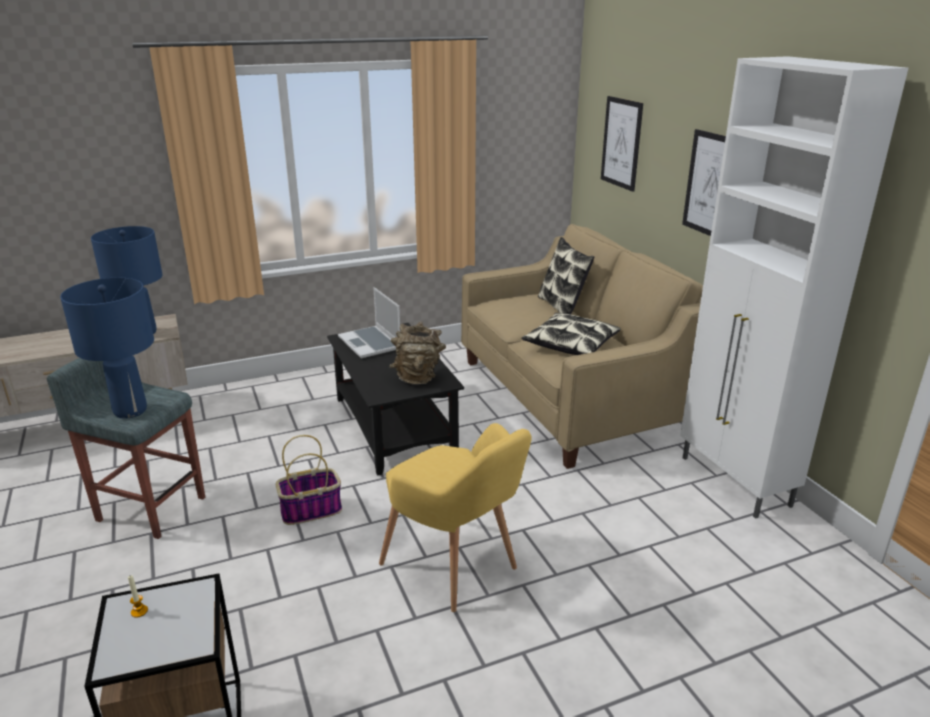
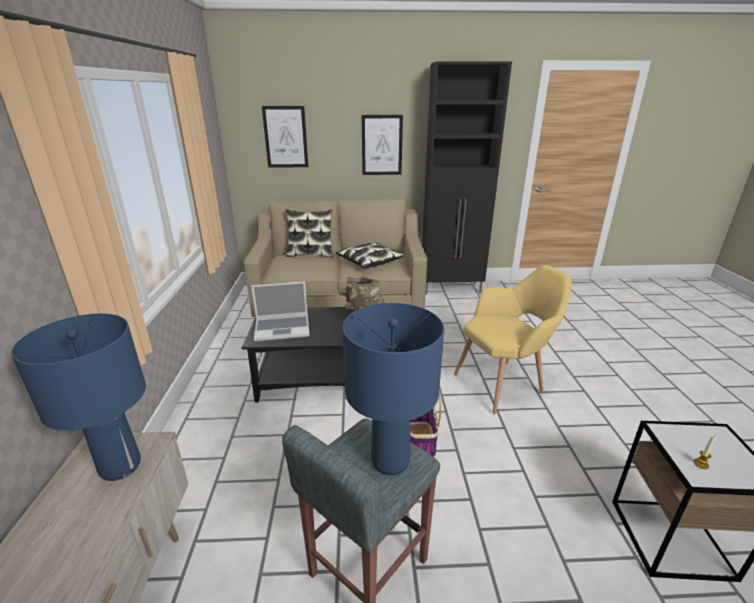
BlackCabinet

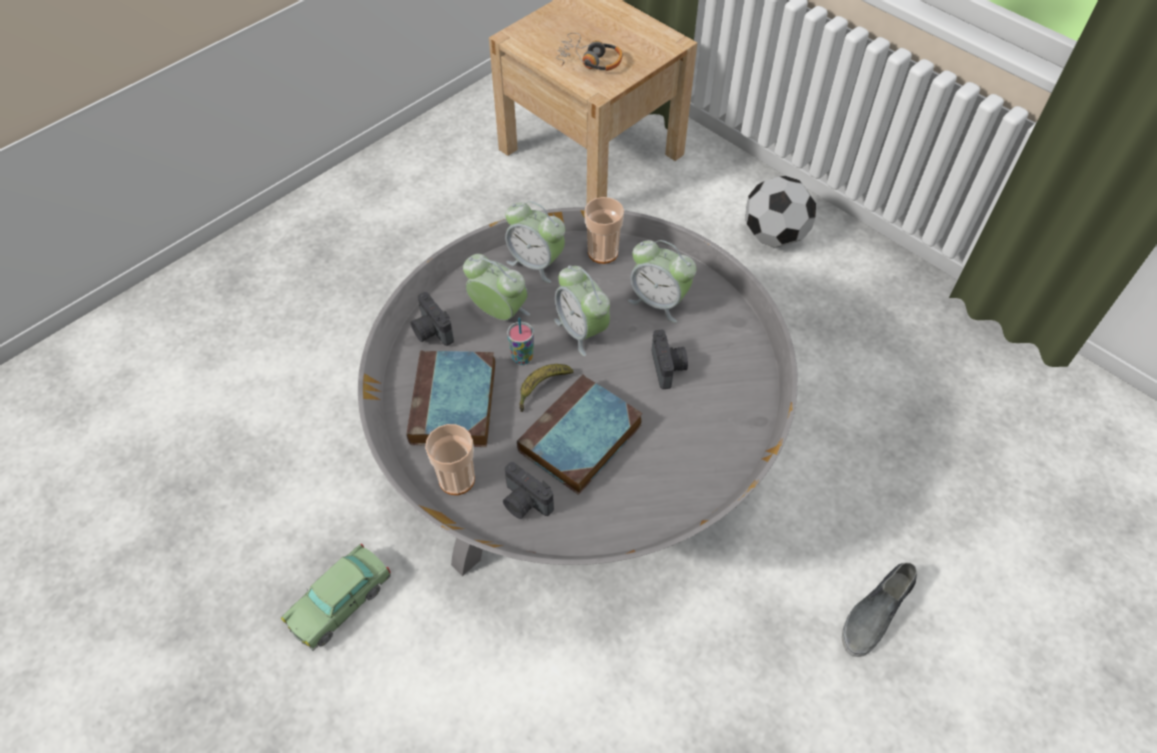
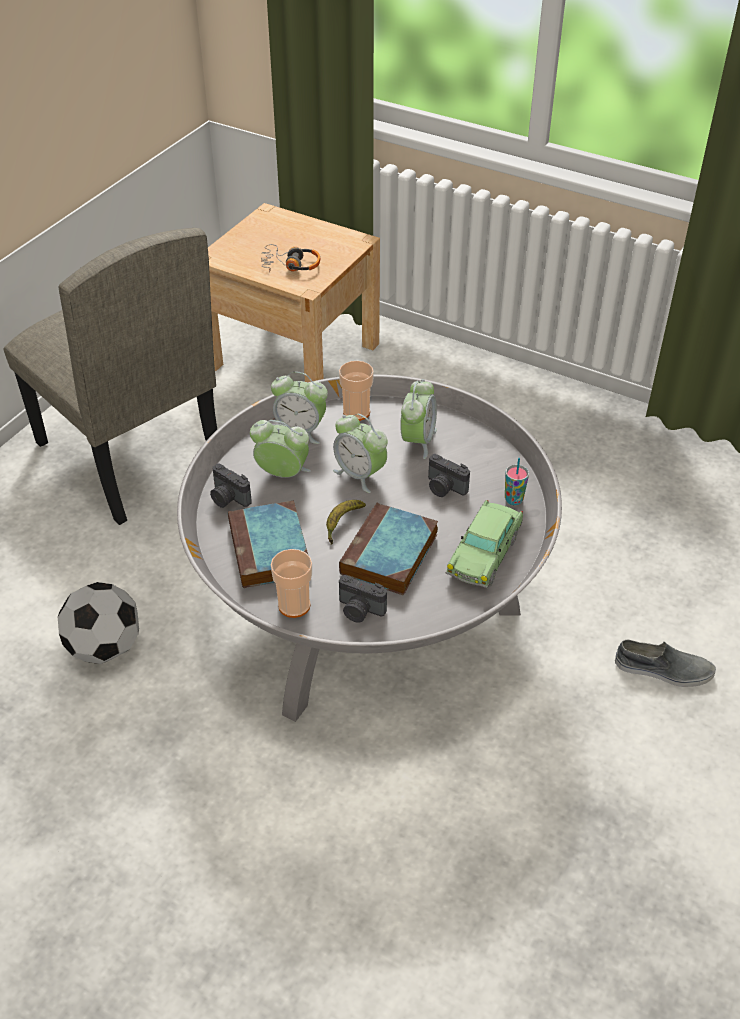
BeigeChair; ToyCar; Cup (no. 3 from left); Football; AlarmClock (no. 4 from left); PhotoCamera (no. 3 from left); GreyShoe

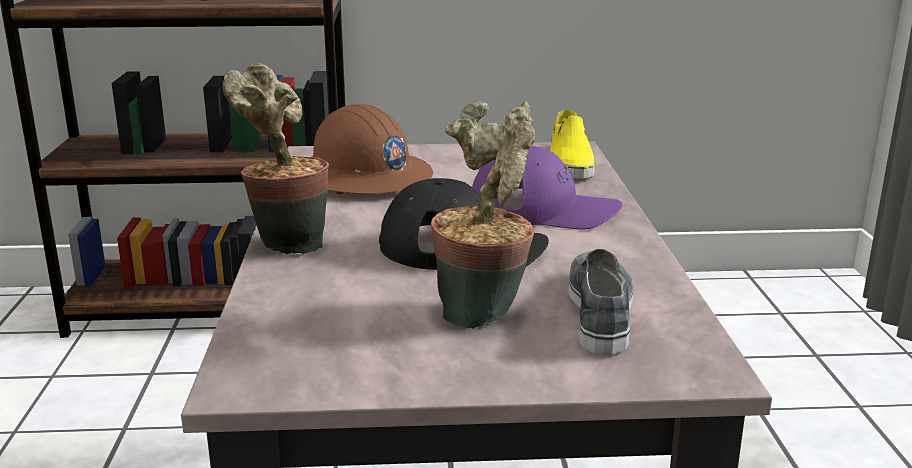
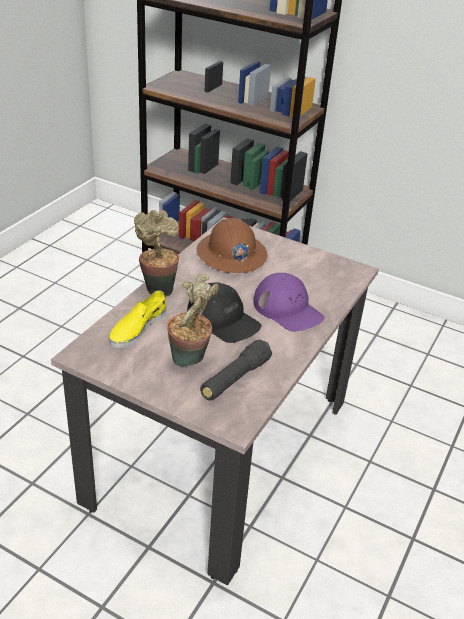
YellowShoe; BlackFlashlight

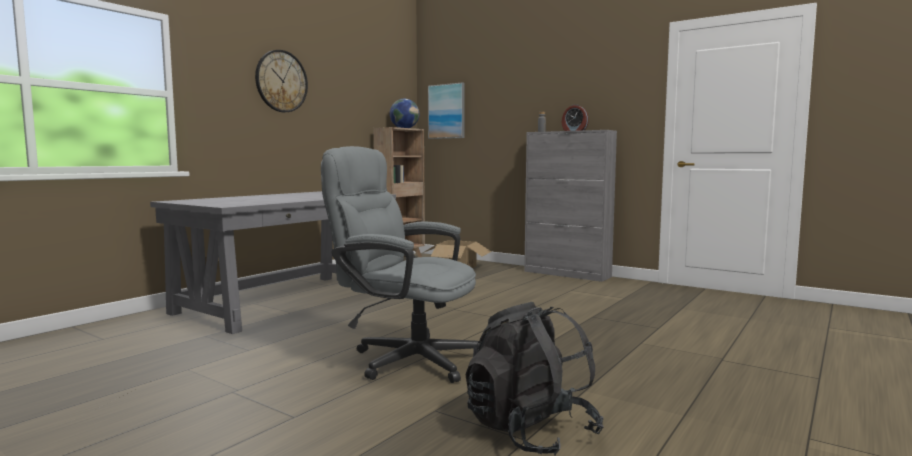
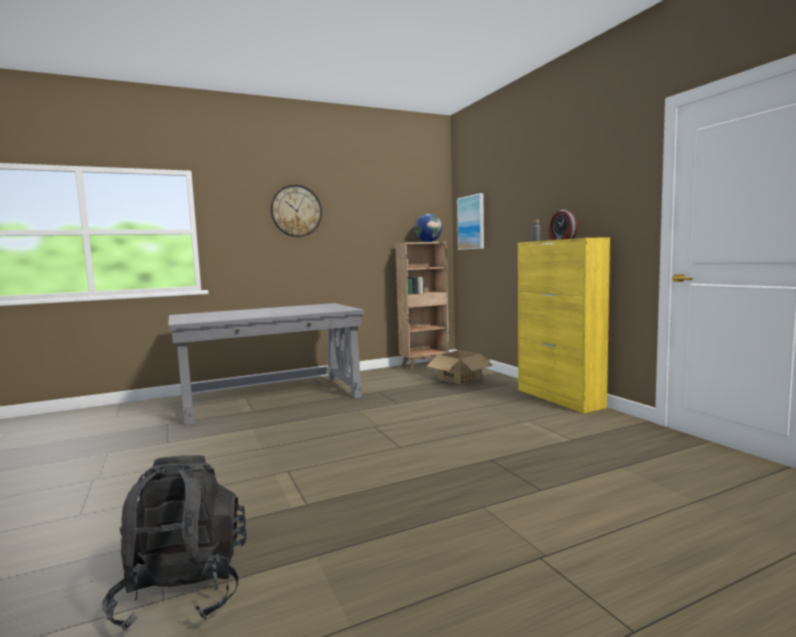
GreyOfficeChair; YellowCabinet

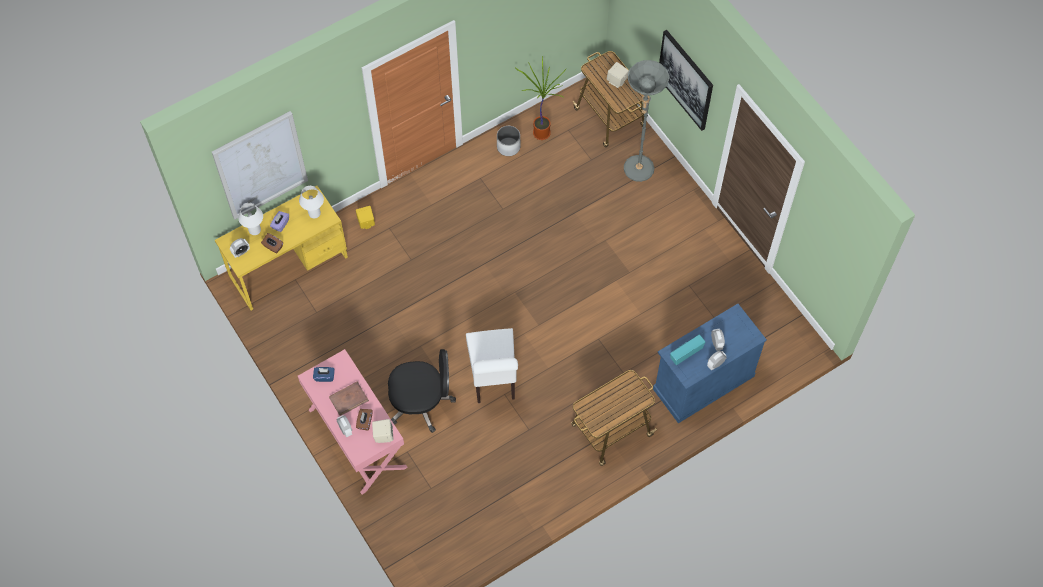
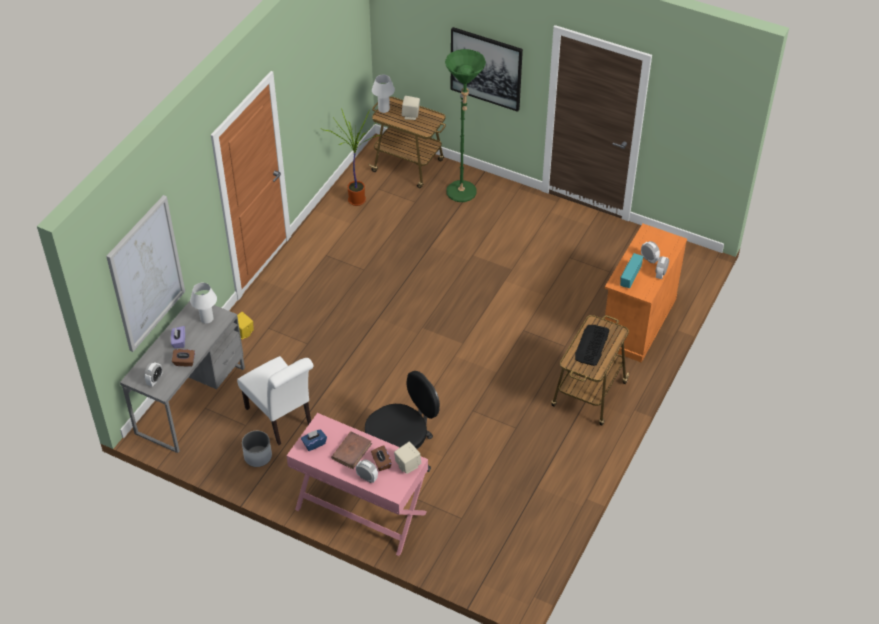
Keyboard; WhiteTableLamp (no. 2 from left); WhiteChair; WhitePlanter; GreyDesk; GreenFloorLamp; OrangeCabinet

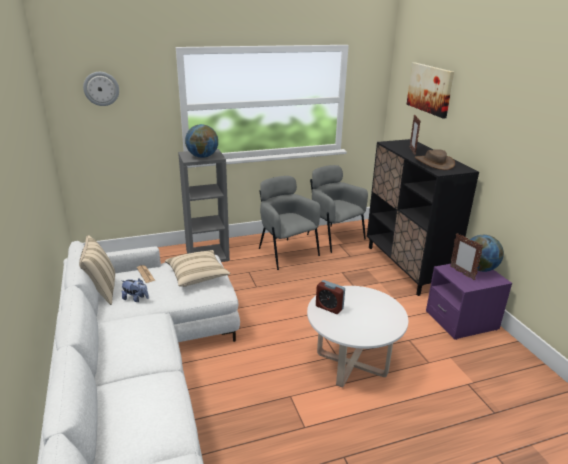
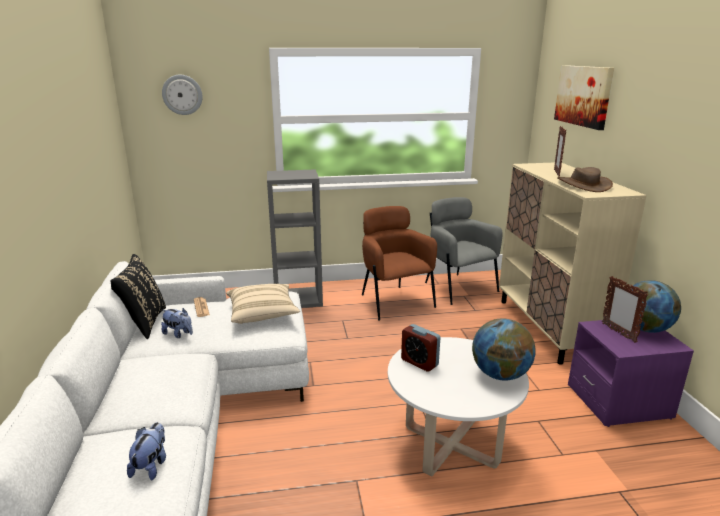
PlushToy (no. 1 from left); Globe (no. 1 from left); BlackPillow; BrownArmchair; BeigeCabinet

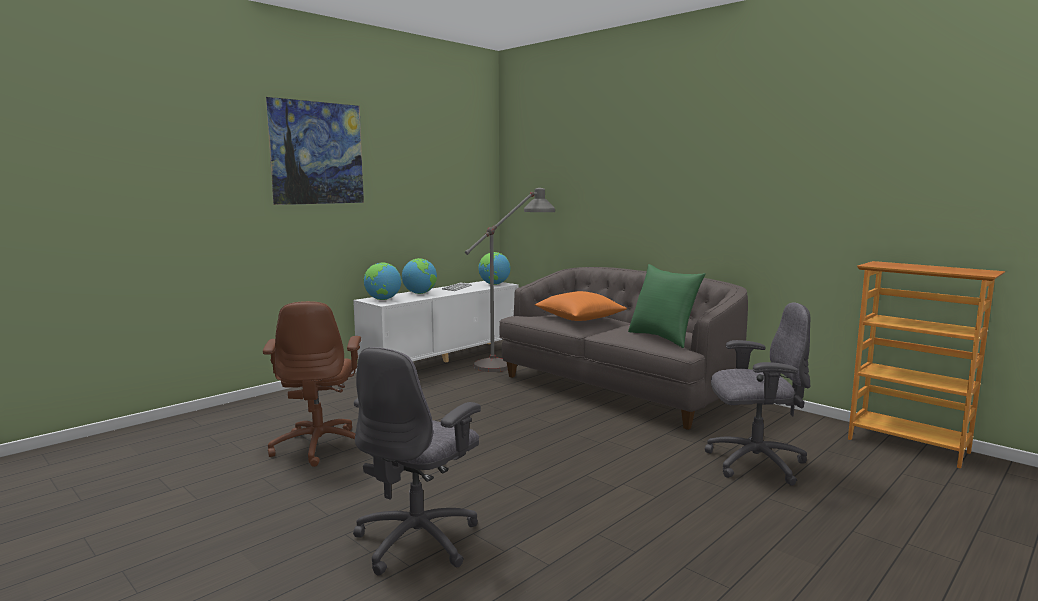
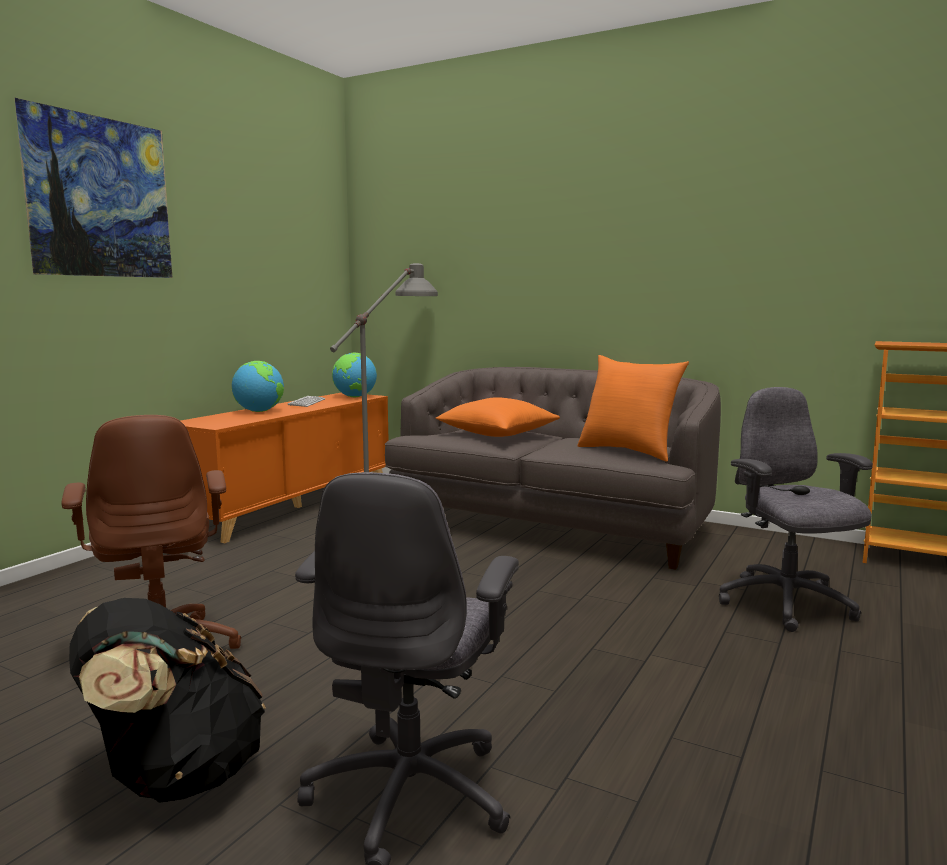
Globe (no. 1 from left in the first image); BlackBackpack; OrangeCabinet; OrangePillow (no. 2 from left); GreyOfficeChair (no. 2 from left)

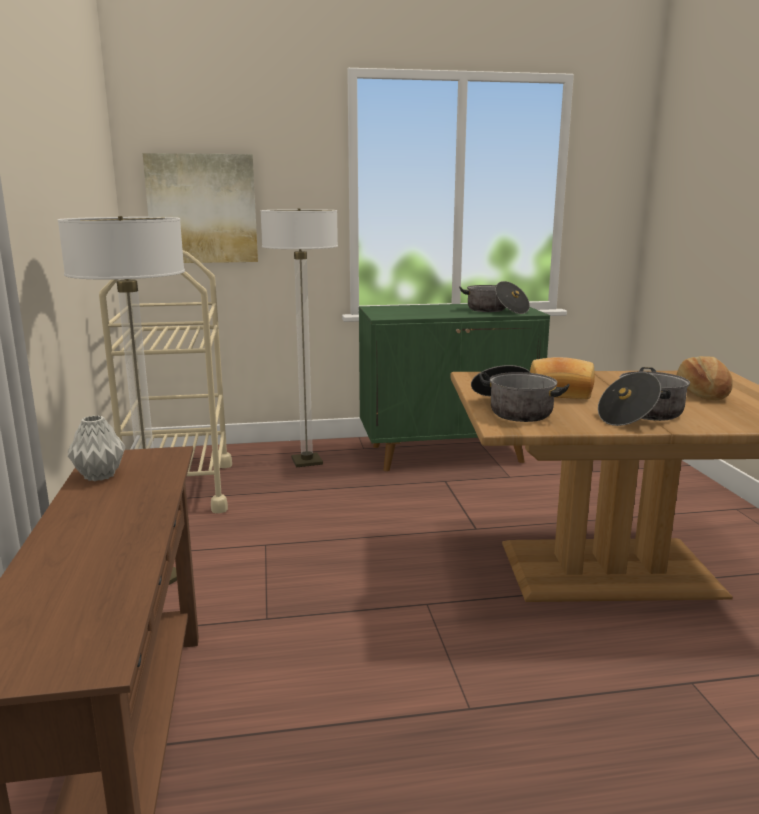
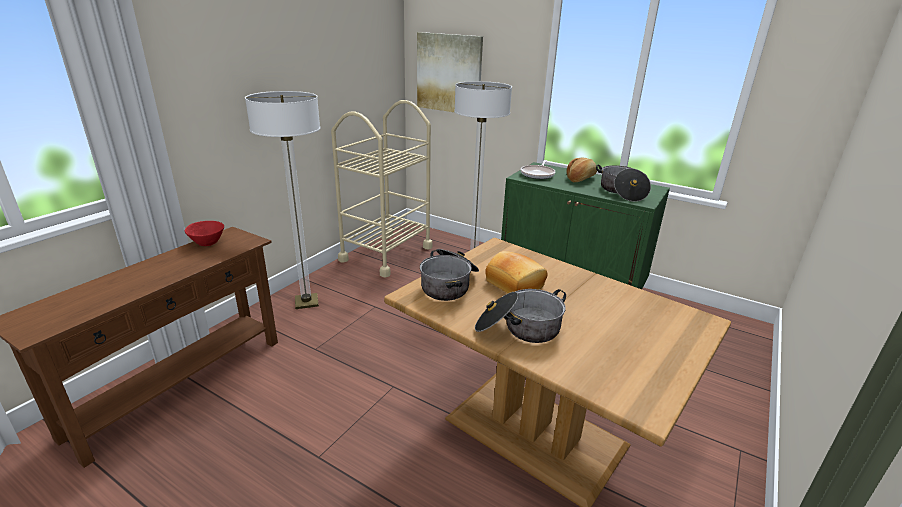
FryingPan; Bread (no. 2 from left); RedBowl

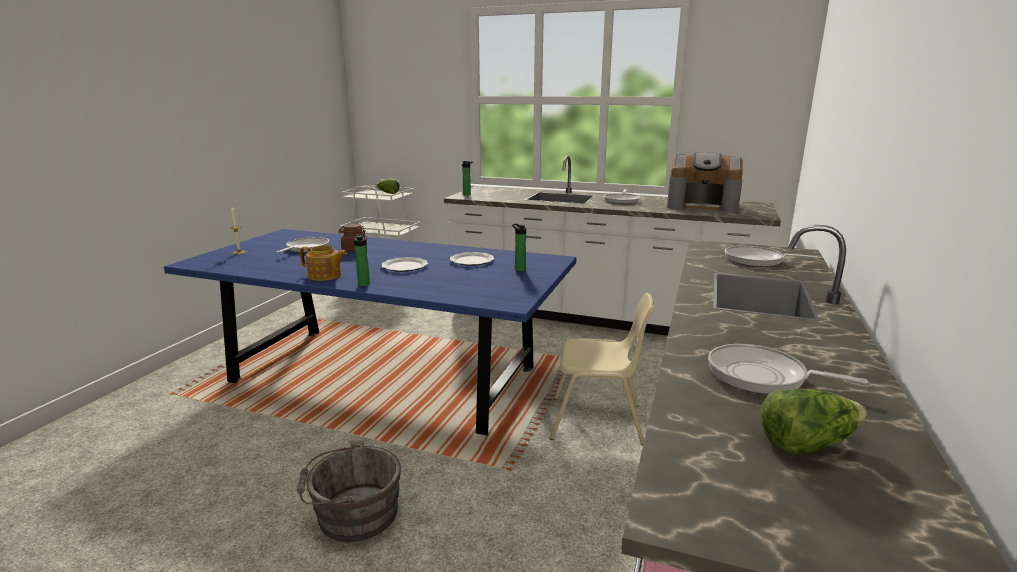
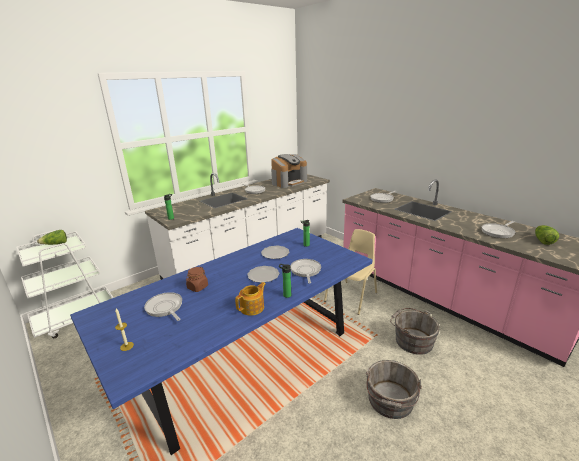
FryingPan (no. 3 from left); GreyBucket (no. 2 from left)

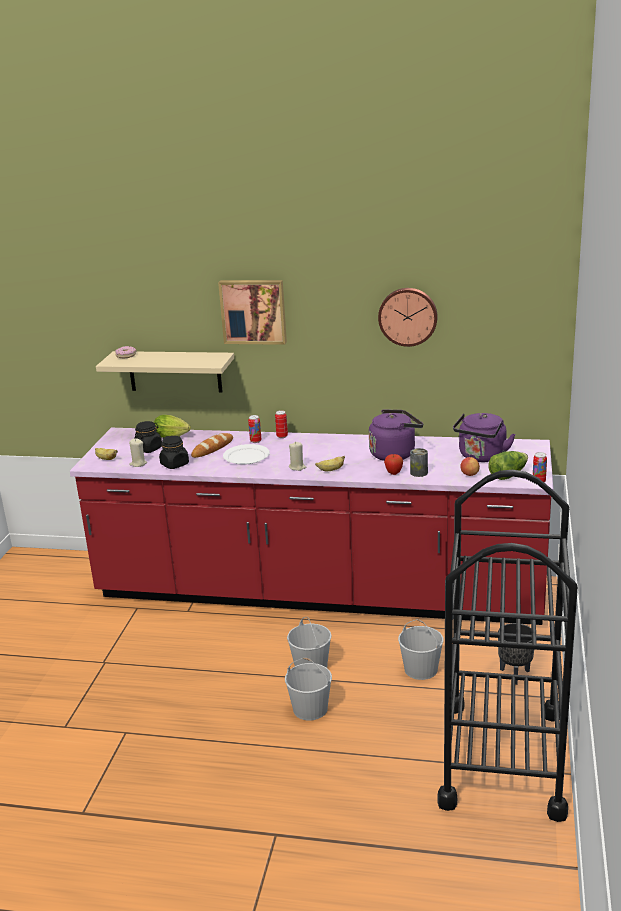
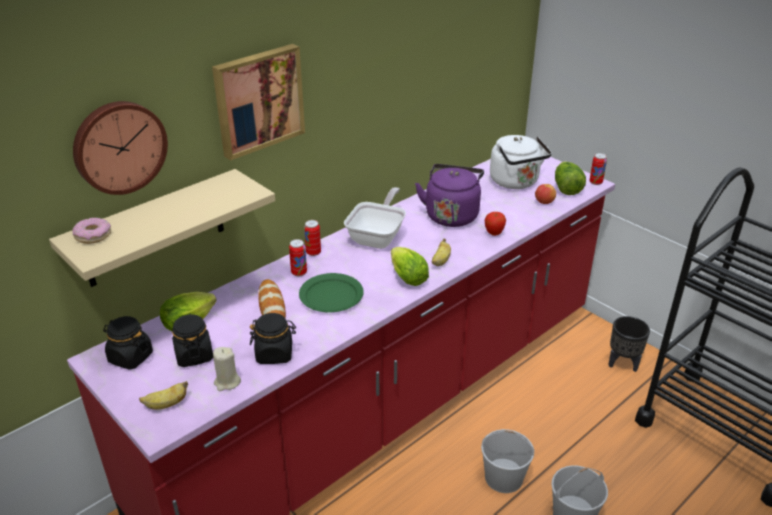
WhiteBucket (no. 3 from left in the first image); Can (no. 3 from left in the first image); BlackJar (no. 1 from left); FryingPan; WallClock; Lettuce (no. 2 from left); GreenPlate; WhiteKettle

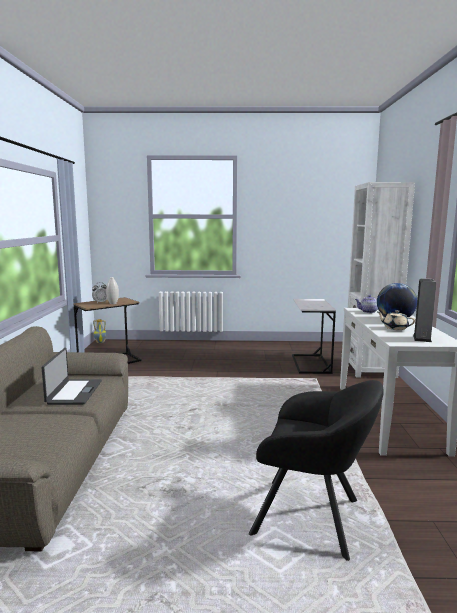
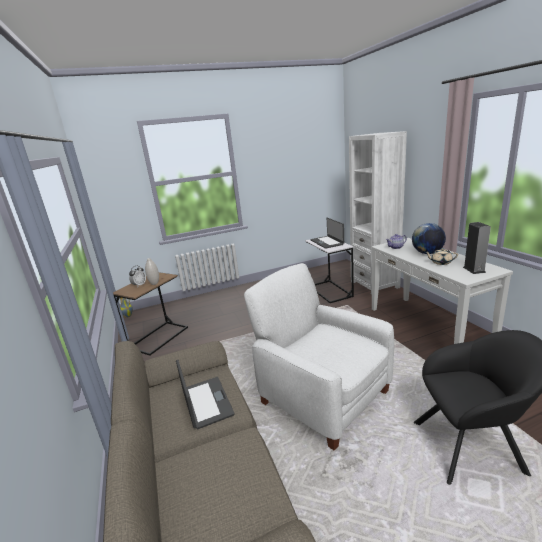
WhiteArmchair; Laptop (no. 2 from left)

